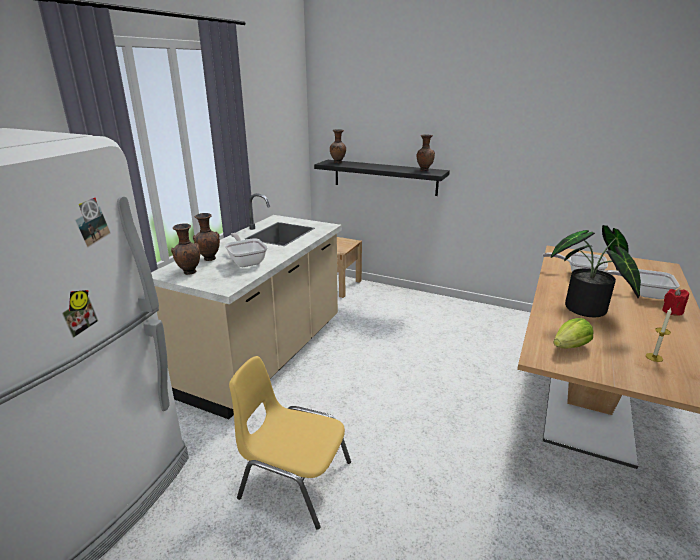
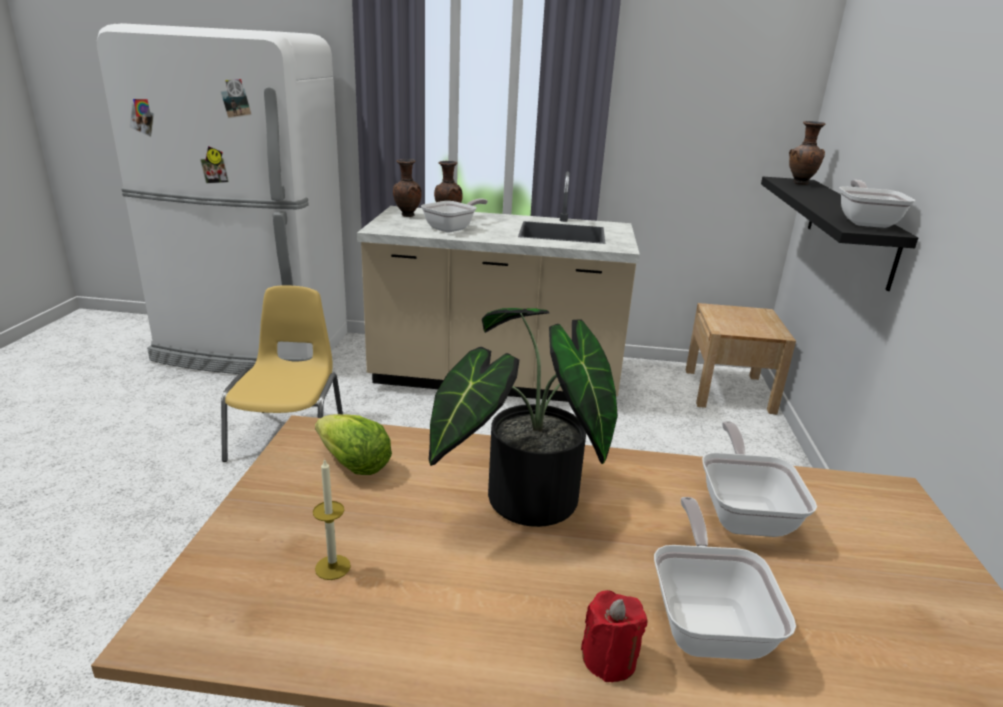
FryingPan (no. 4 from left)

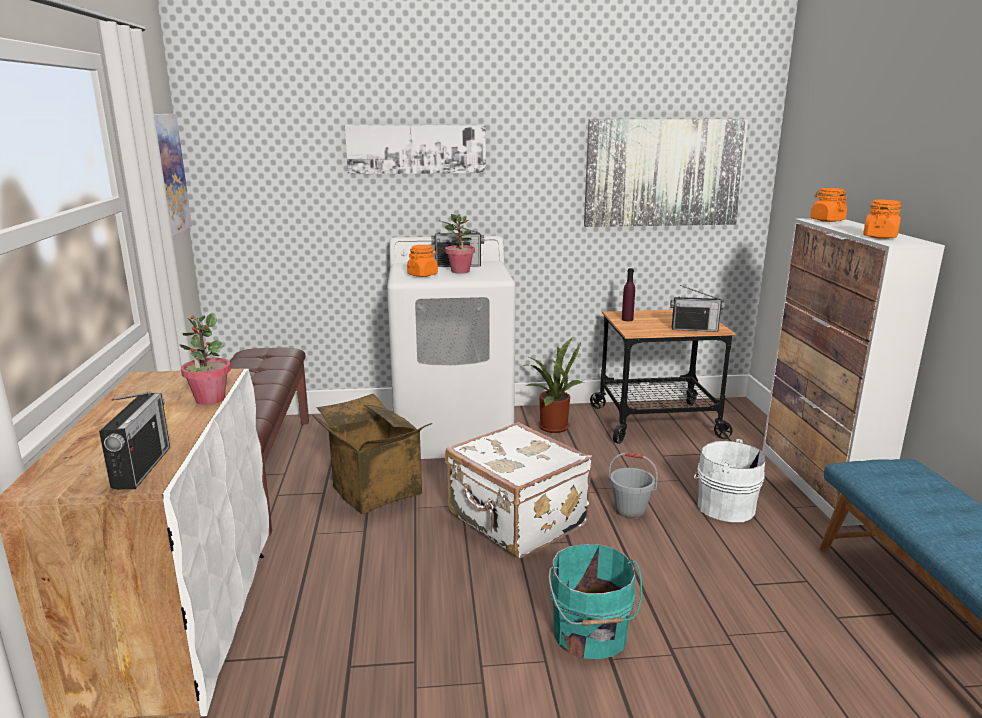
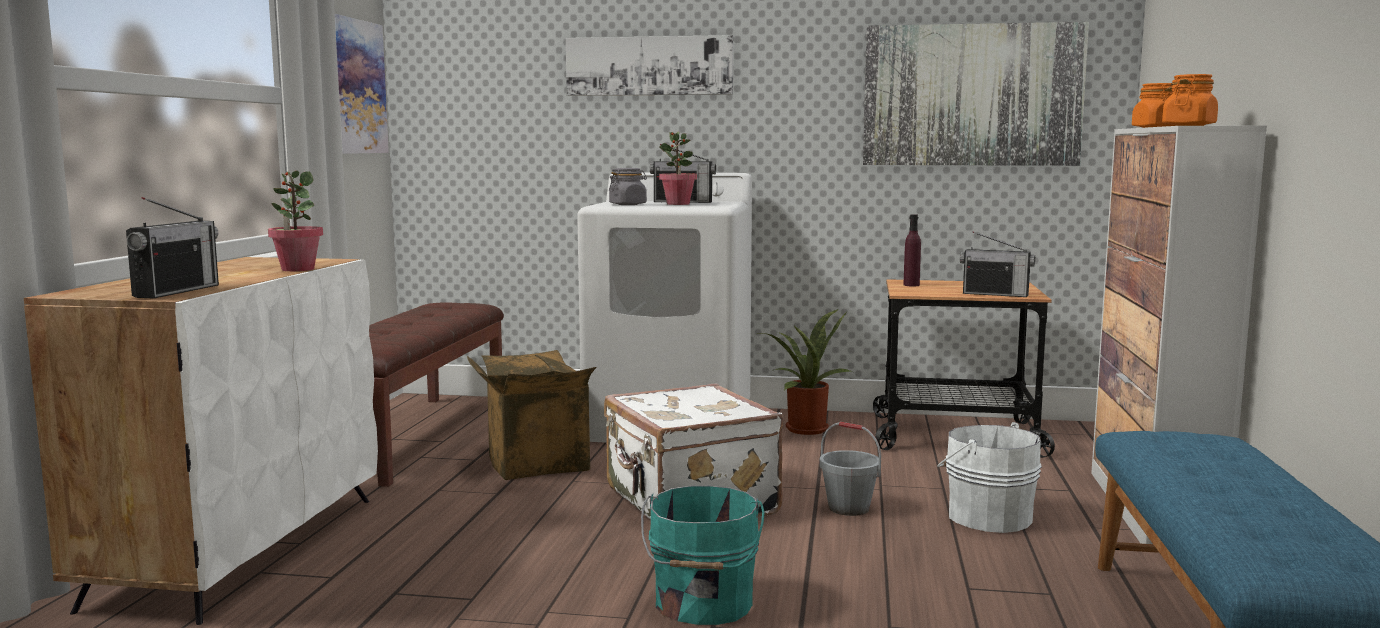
GreyJar

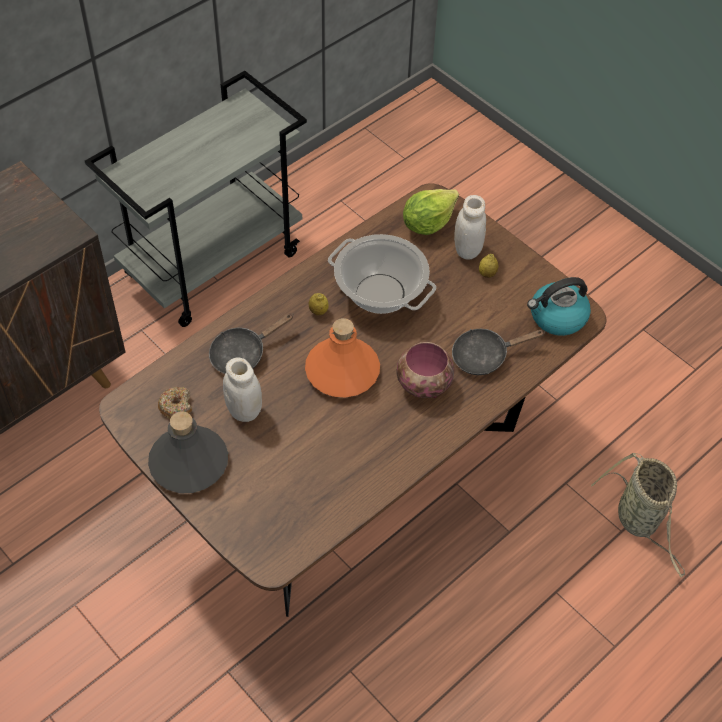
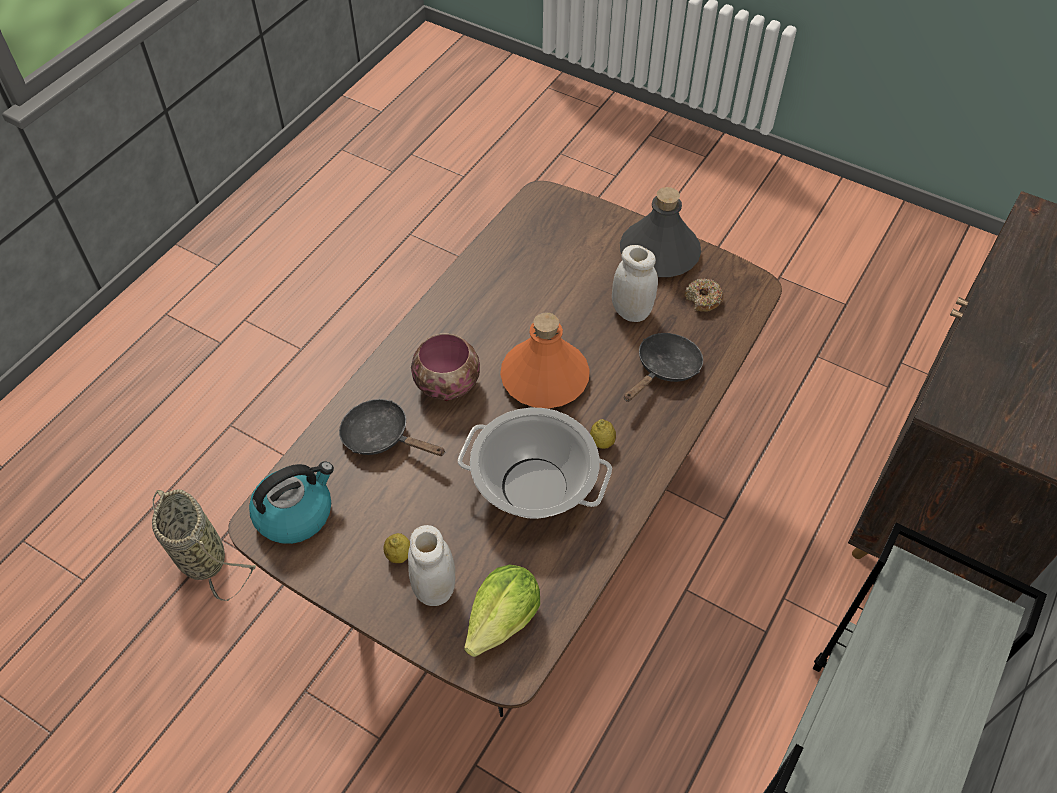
BlackFryingPan (no. 1 from left)

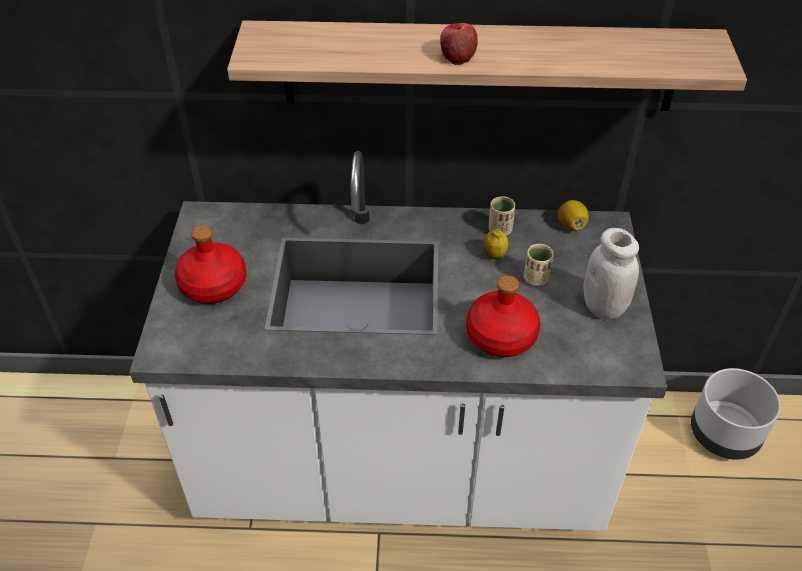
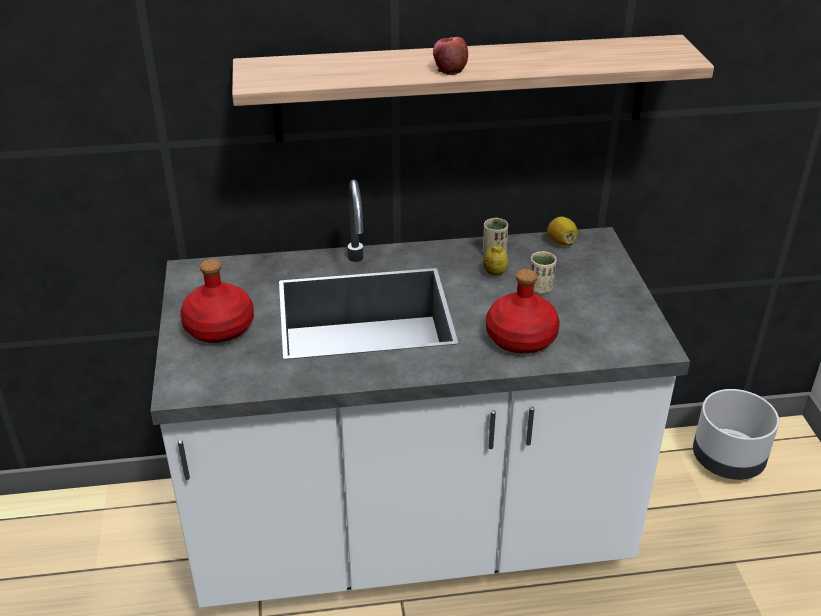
WhiteJar

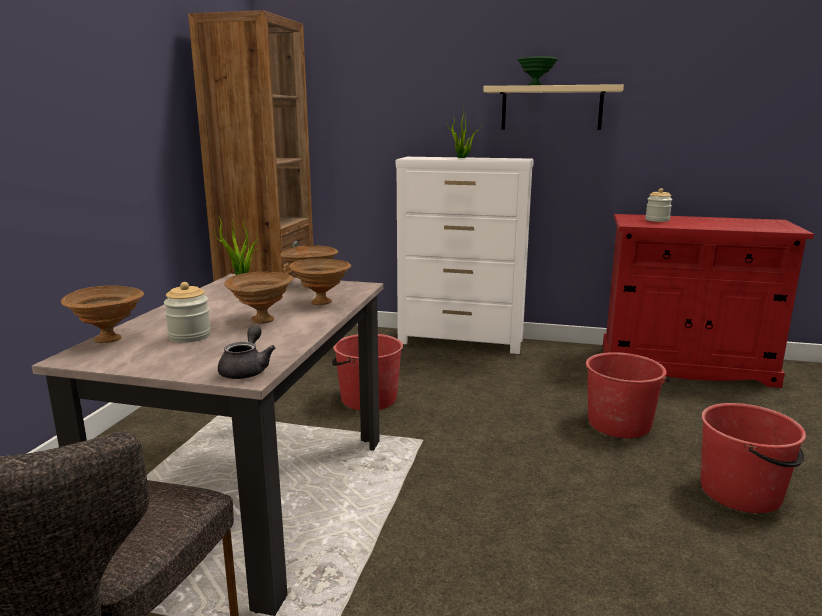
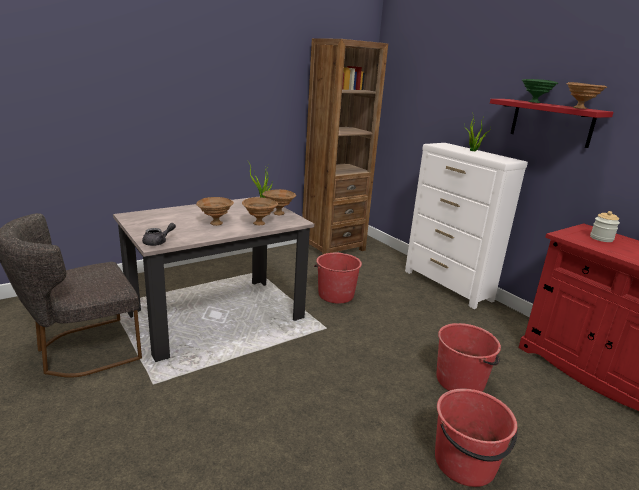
Jar (no. 1 from left in the first image); BrownBowl (no. 4 from left); RedShelf

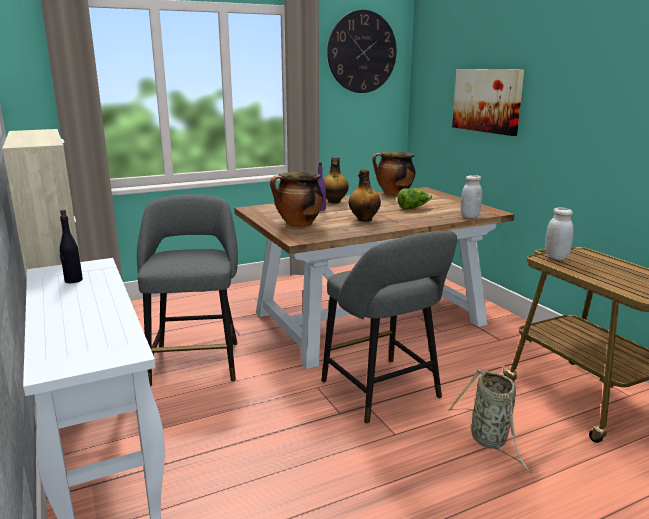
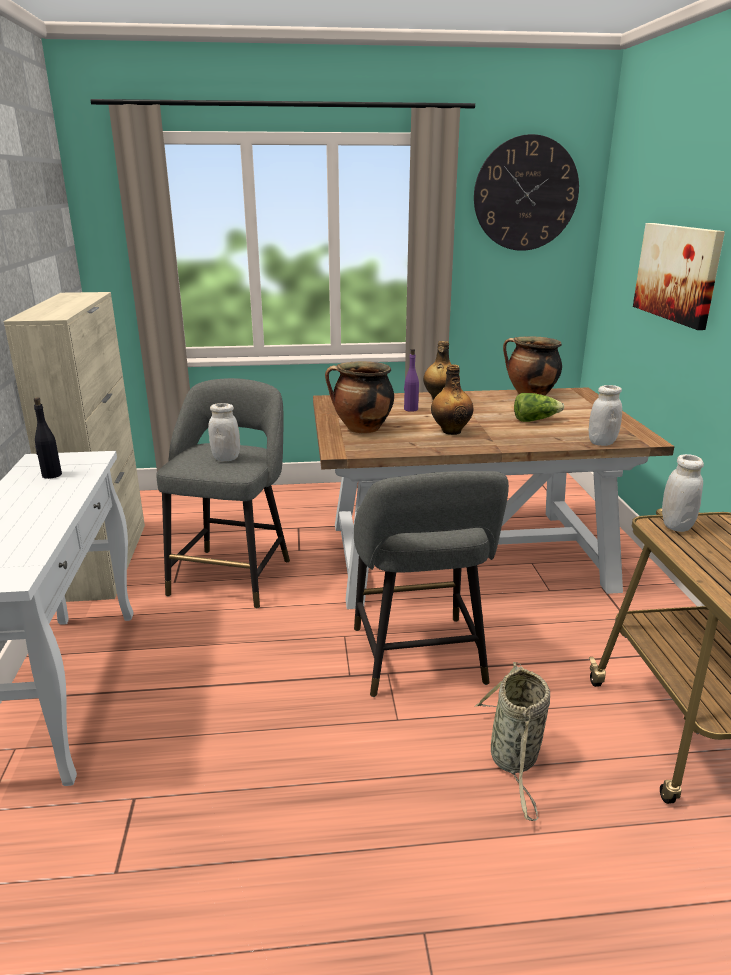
WhiteJar (no. 1 from left)

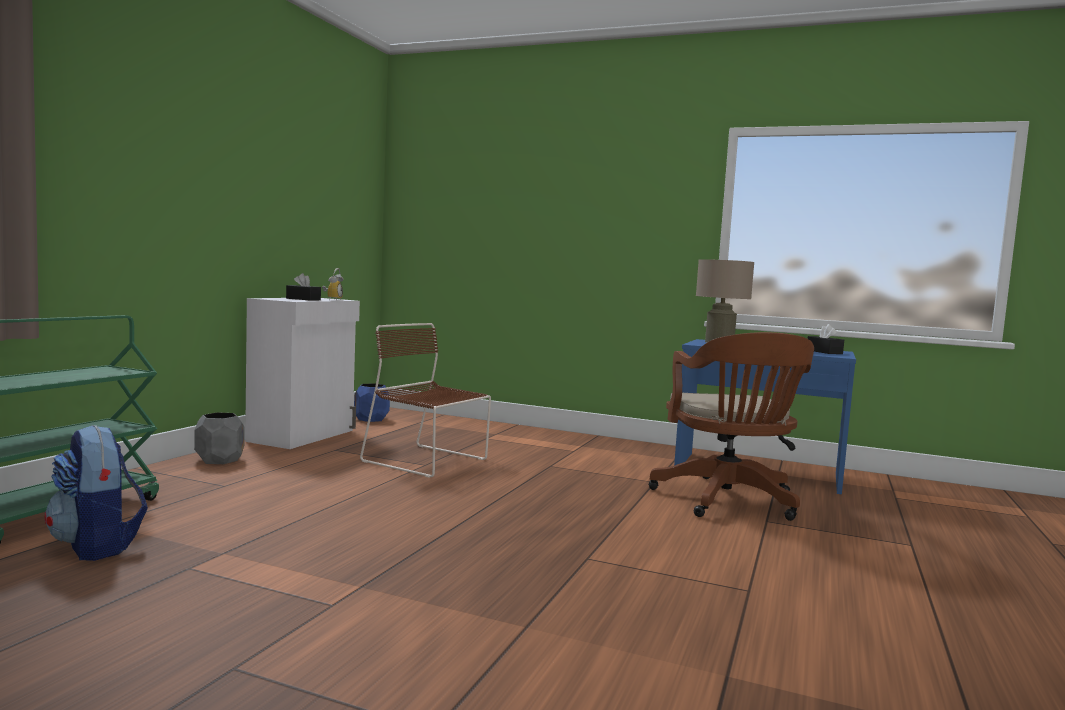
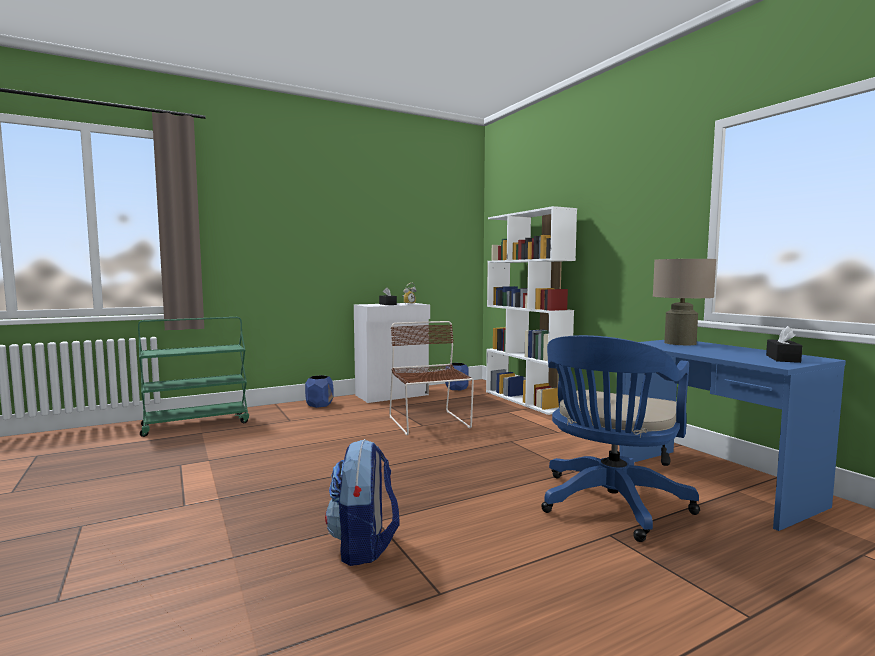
WhiteBookcase; Backpack; BluePlanter (no. 1 from left); BlueOfficeChair

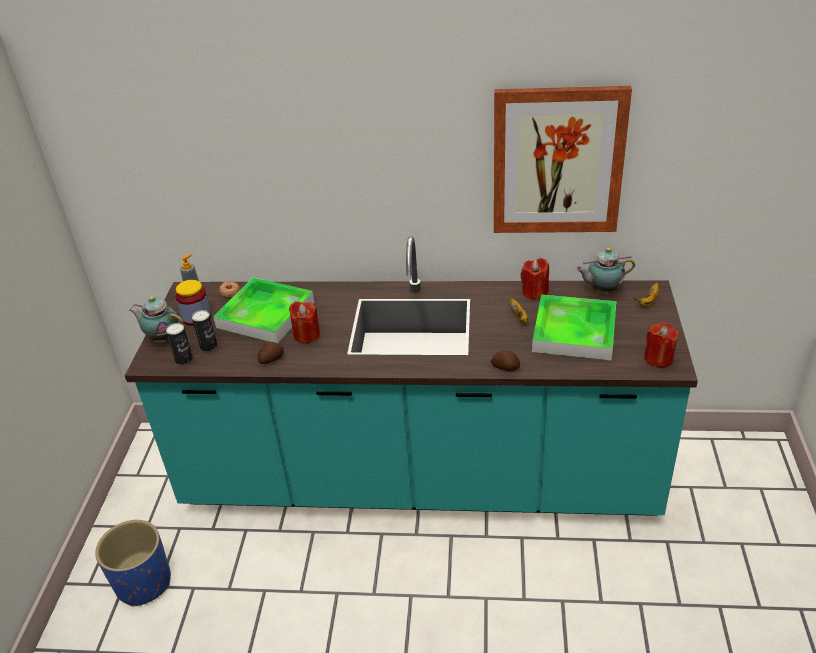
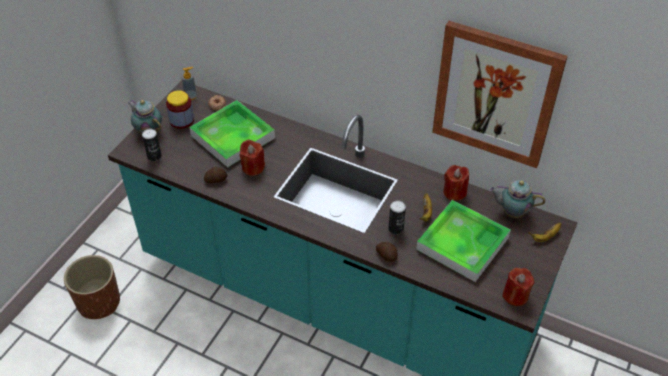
Can (no. 2 from left); BrownPlanter

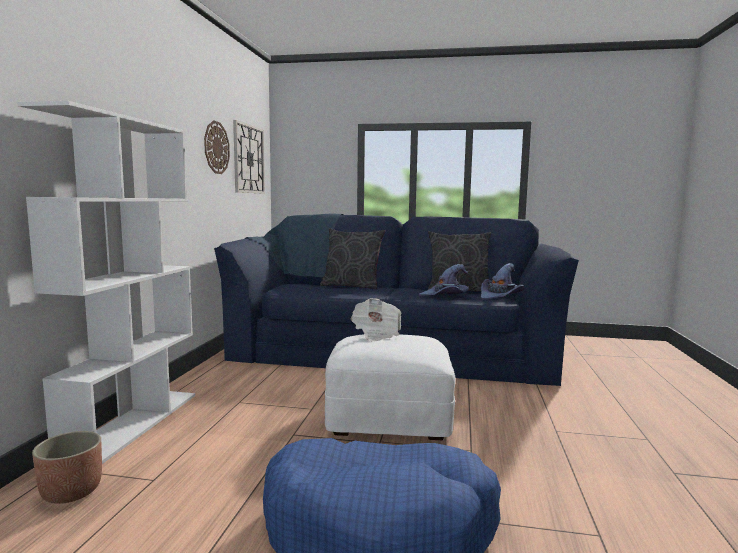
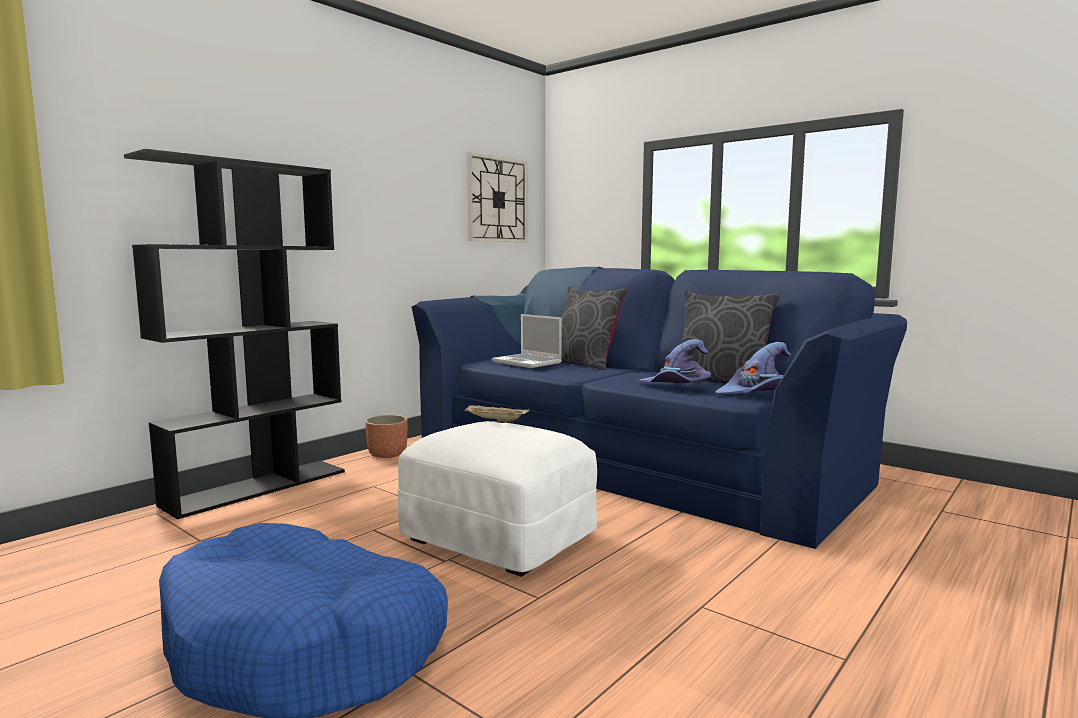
WallClock (no. 1 from left in the first image); Laptop; Planter; BeigeTray; BlackBookcase

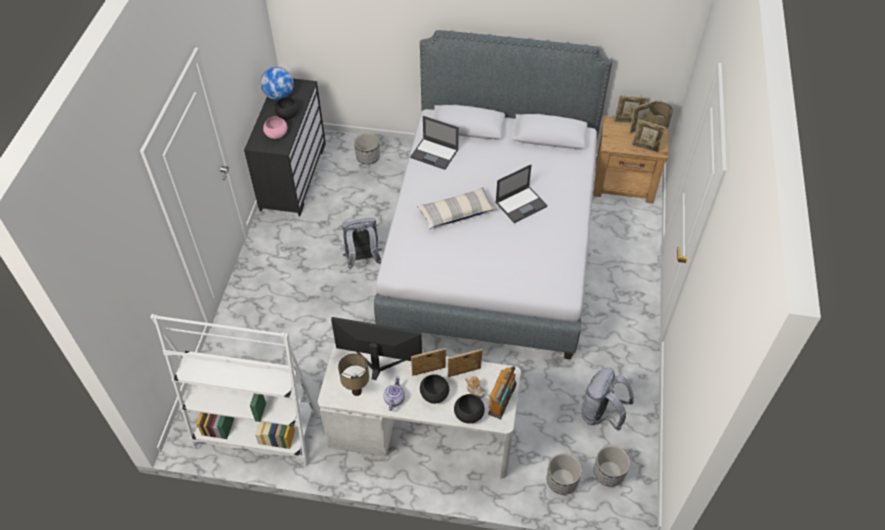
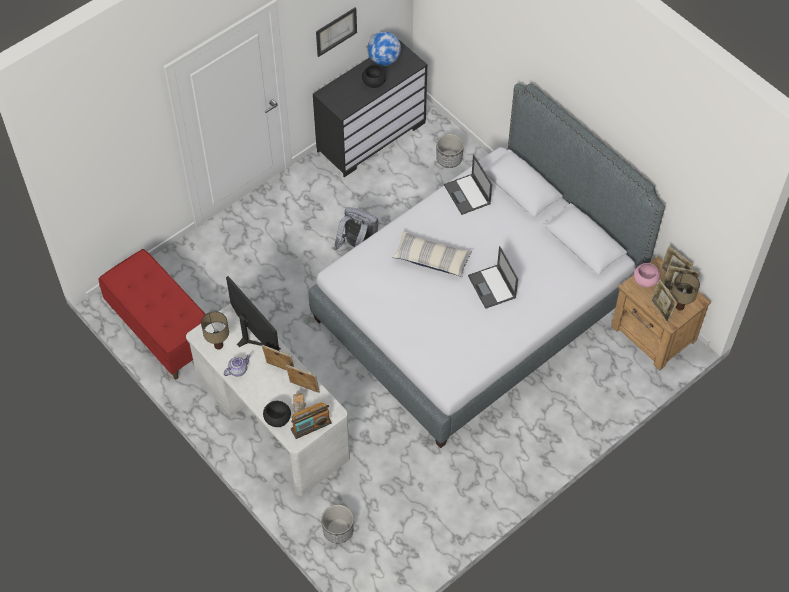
BlackBowl (no. 2 from left in the first image); GreyBackpack (no. 2 from left in the first image); Planter (no. 3 from left in the first image); Picture; PinkBowl; RedBench; Laptop (no. 2 from left)

